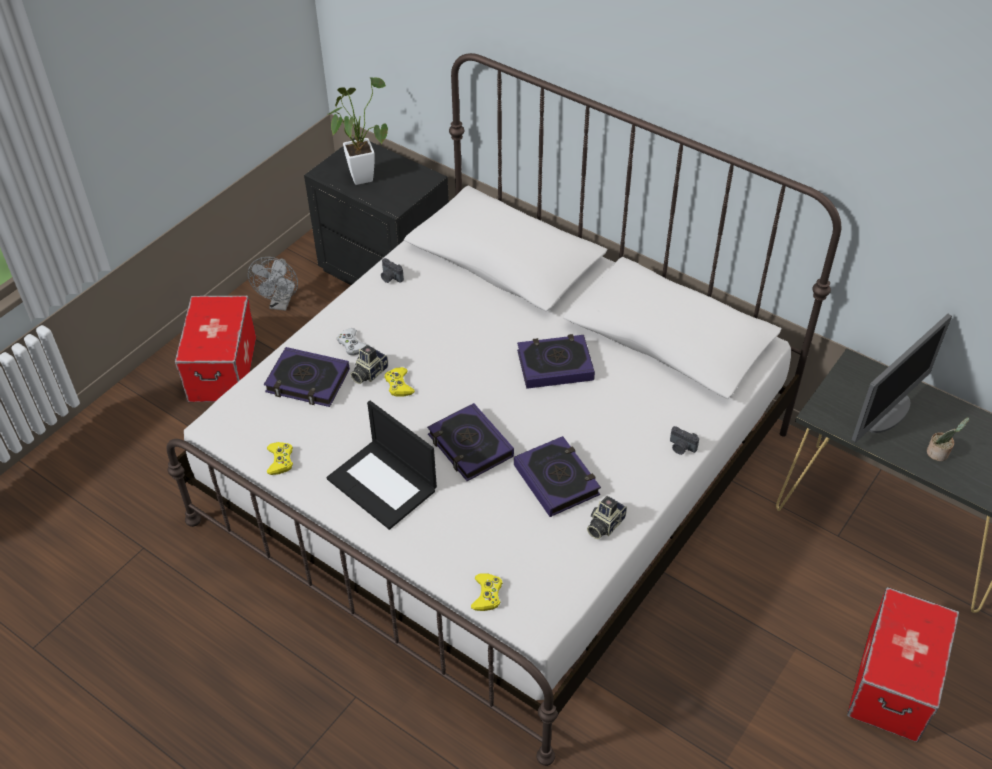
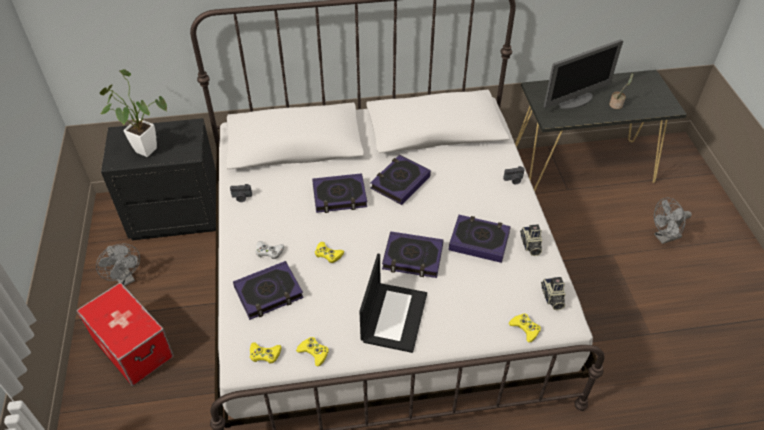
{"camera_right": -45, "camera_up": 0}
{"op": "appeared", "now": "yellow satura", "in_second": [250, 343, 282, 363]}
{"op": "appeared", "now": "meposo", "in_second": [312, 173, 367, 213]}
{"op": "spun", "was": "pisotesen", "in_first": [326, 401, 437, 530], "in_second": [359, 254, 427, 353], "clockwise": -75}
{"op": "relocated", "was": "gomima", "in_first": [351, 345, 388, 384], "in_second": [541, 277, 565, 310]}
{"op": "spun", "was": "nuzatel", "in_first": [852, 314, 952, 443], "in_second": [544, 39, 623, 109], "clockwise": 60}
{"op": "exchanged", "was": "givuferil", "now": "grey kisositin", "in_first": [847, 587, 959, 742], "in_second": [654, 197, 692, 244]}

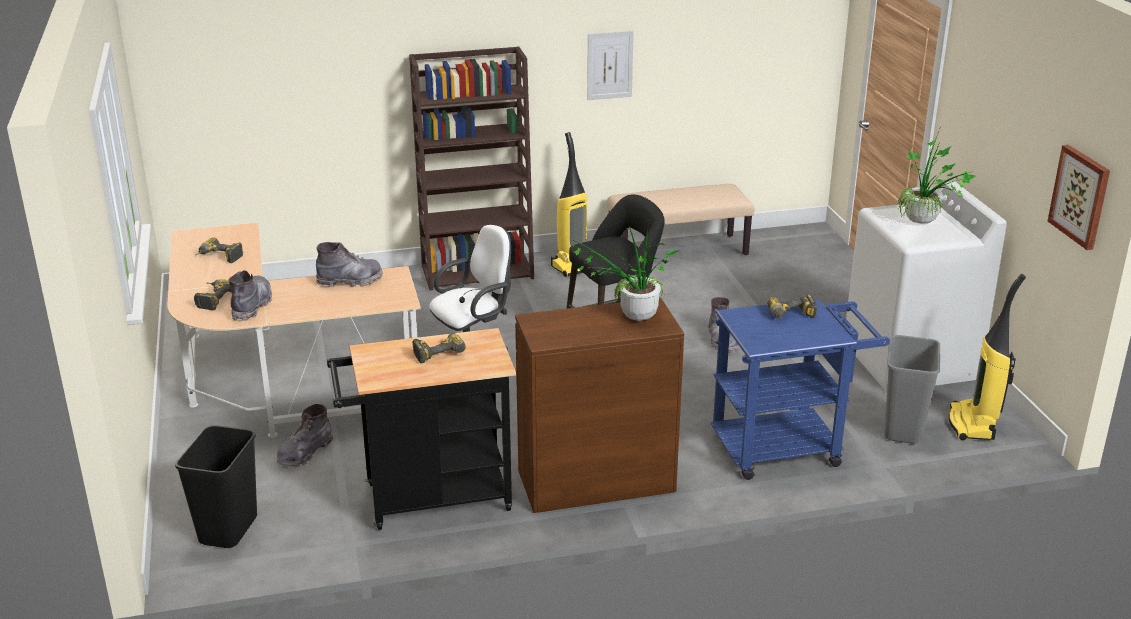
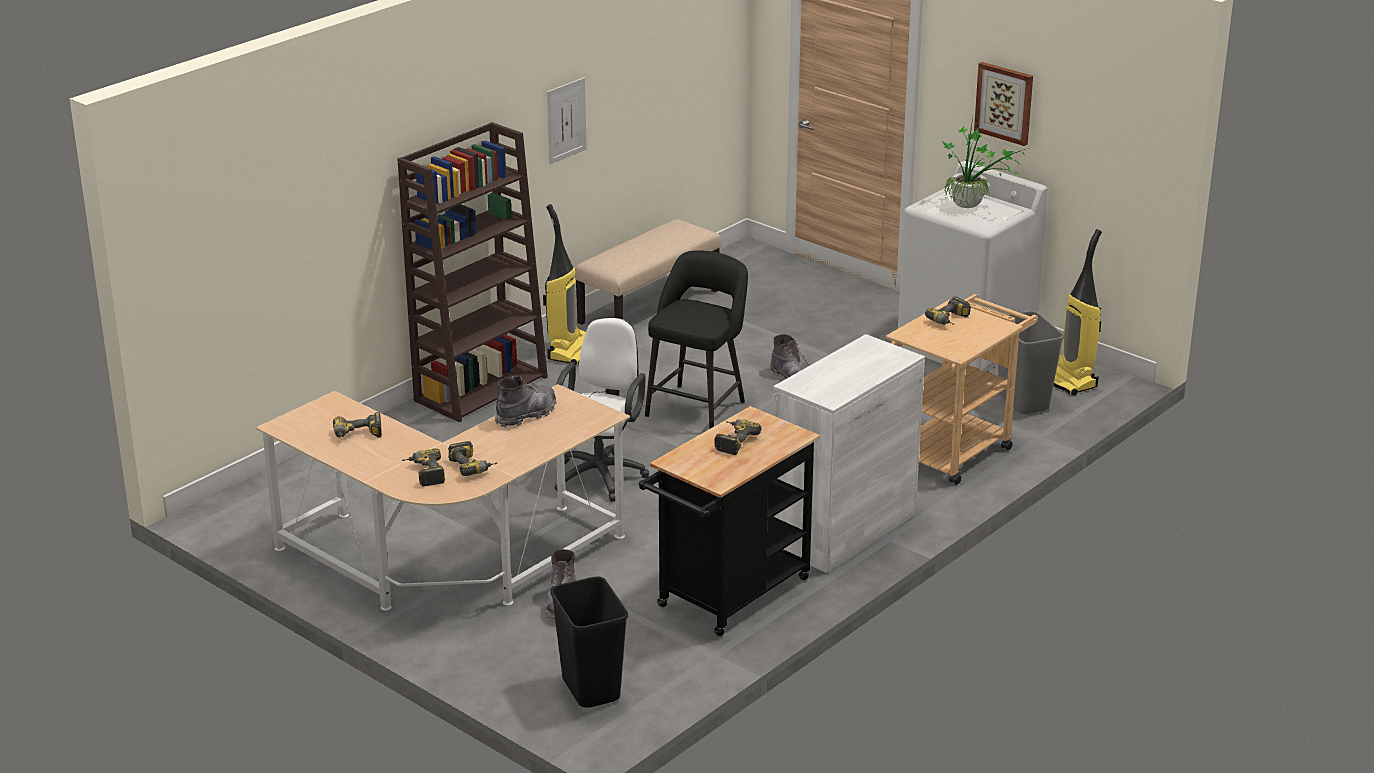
{"camera_right": -35, "camera_up": 0}
{"op": "exchanged", "was": "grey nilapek", "now": "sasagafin", "in_first": [228, 270, 272, 321], "in_second": [448, 441, 497, 476]}
{"op": "colour", "was": "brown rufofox", "now": "white rufofox", "in_first": [515, 298, 684, 513], "in_second": [773, 334, 925, 574]}
{"op": "colour", "was": "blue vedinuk", "now": "beige vedinuk", "in_first": [711, 299, 890, 480], "in_second": [886, 294, 1038, 485]}
{"op": "relocated", "was": "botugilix", "in_first": [1048, 145, 1110, 250], "in_second": [974, 62, 1033, 146]}
{"op": "missing", "was": "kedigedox", "in_first": [570, 221, 680, 321]}

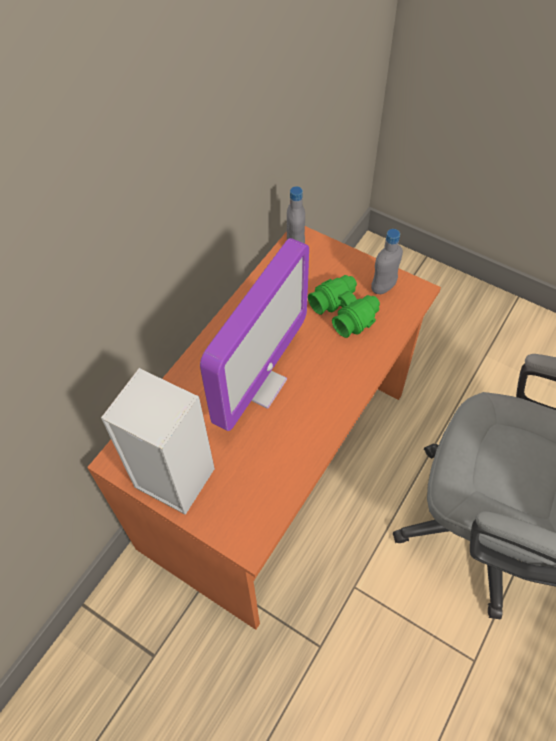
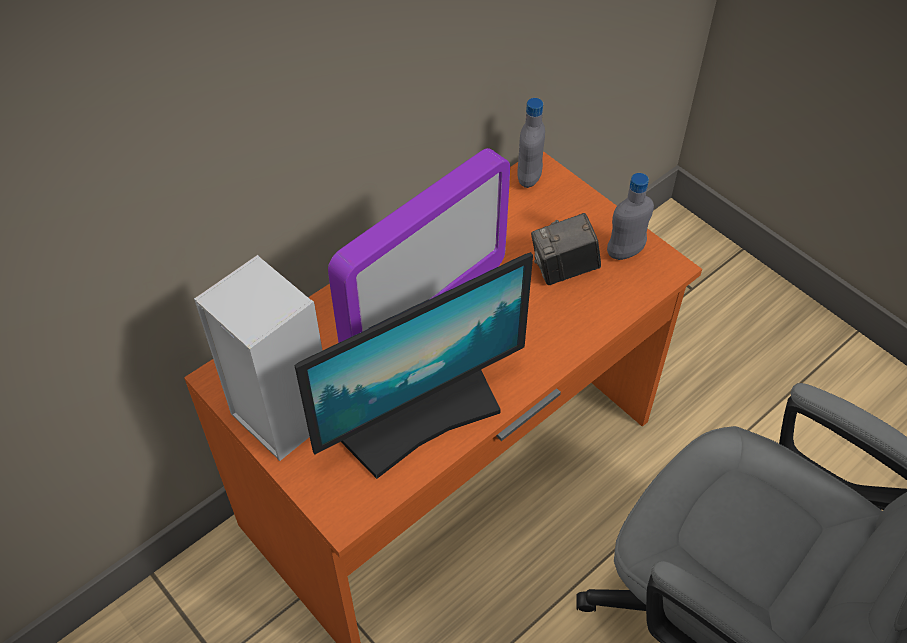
{"camera_right": 15, "camera_up": -5}
{"op": "appeared", "now": "nuzatel", "in_second": [294, 252, 533, 479]}
{"op": "exchanged", "was": "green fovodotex", "now": "gomima", "in_first": [308, 275, 380, 338], "in_second": [531, 213, 601, 285]}

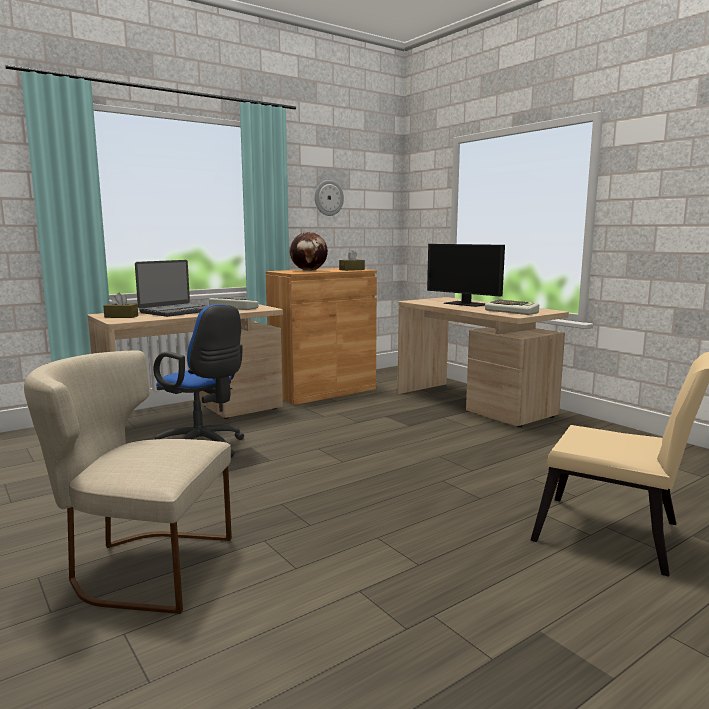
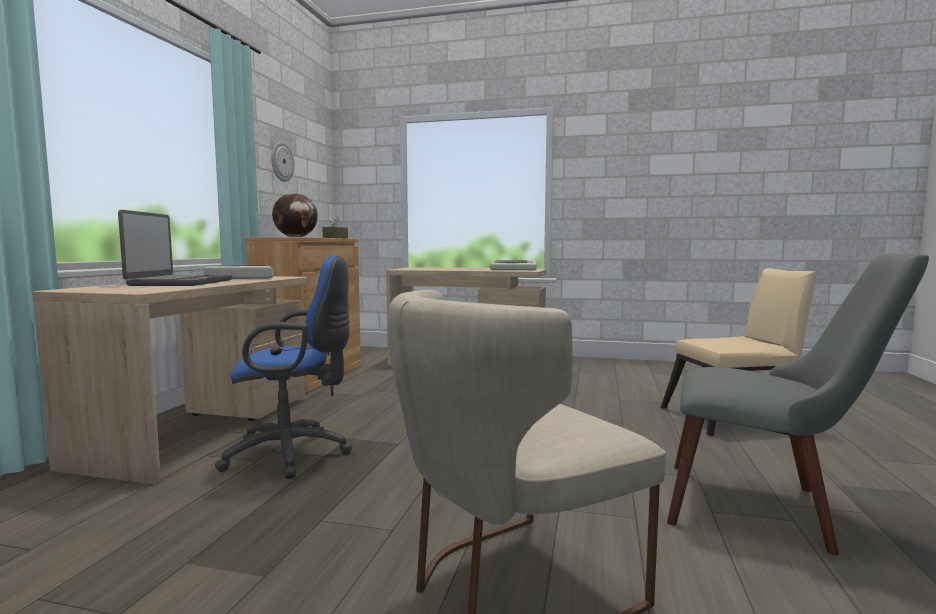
{"camera_right": -40, "camera_up": -5}
{"op": "appeared", "now": "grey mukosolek", "in_second": [667, 253, 929, 555]}
{"op": "missing", "was": "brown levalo", "in_first": [103, 293, 138, 318]}
{"op": "missing", "was": "nuzatel", "in_first": [427, 244, 505, 307]}

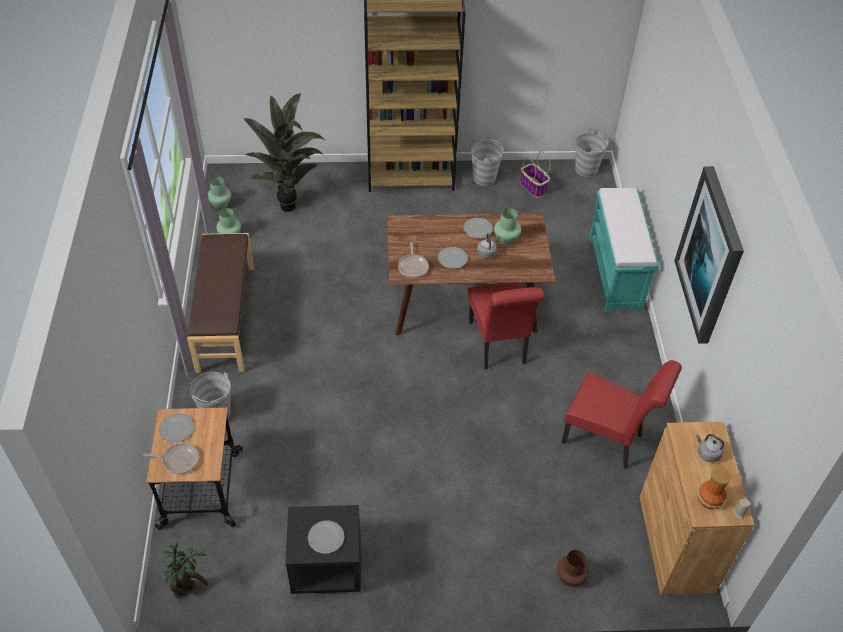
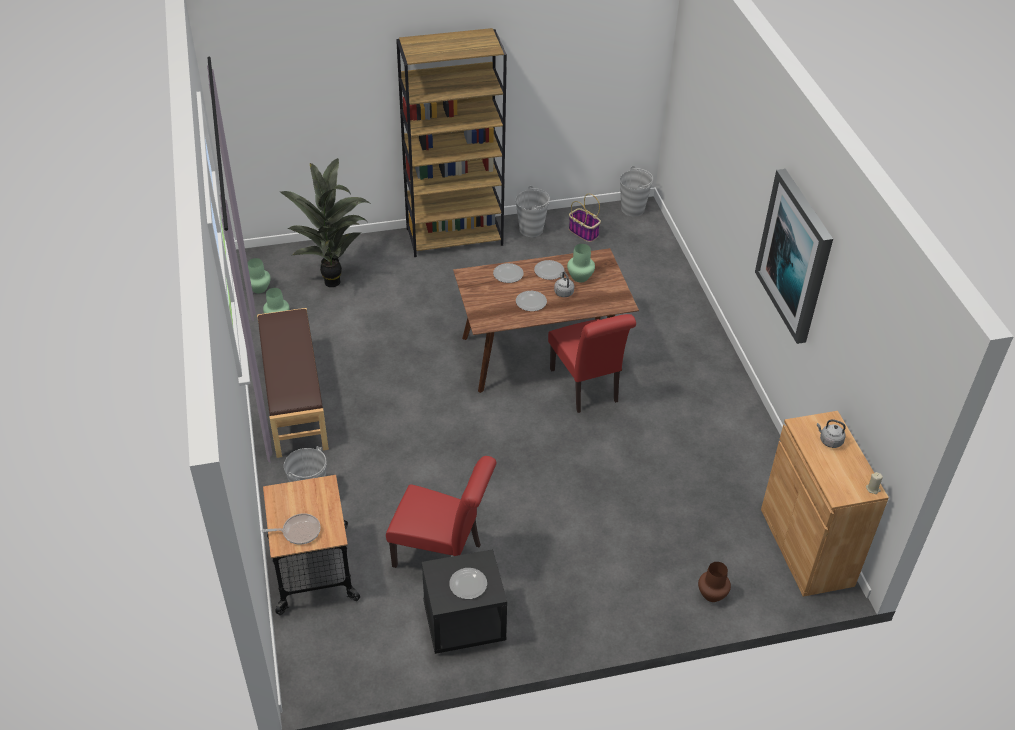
{"camera_right": -10, "camera_up": -5}
{"op": "relocated", "was": "red mukosolek", "in_first": [562, 360, 682, 469], "in_second": [386, 456, 497, 568]}
{"op": "relocated", "was": "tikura", "in_first": [159, 413, 194, 442], "in_second": [493, 263, 524, 283]}
{"op": "missing", "was": "kedigedox", "in_first": [163, 542, 208, 599]}
{"op": "missing", "was": "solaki", "in_first": [398, 242, 429, 278]}
{"op": "missing", "was": "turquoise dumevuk", "in_first": [589, 188, 659, 312]}
{"op": "missing", "was": "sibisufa", "in_first": [698, 467, 732, 510]}

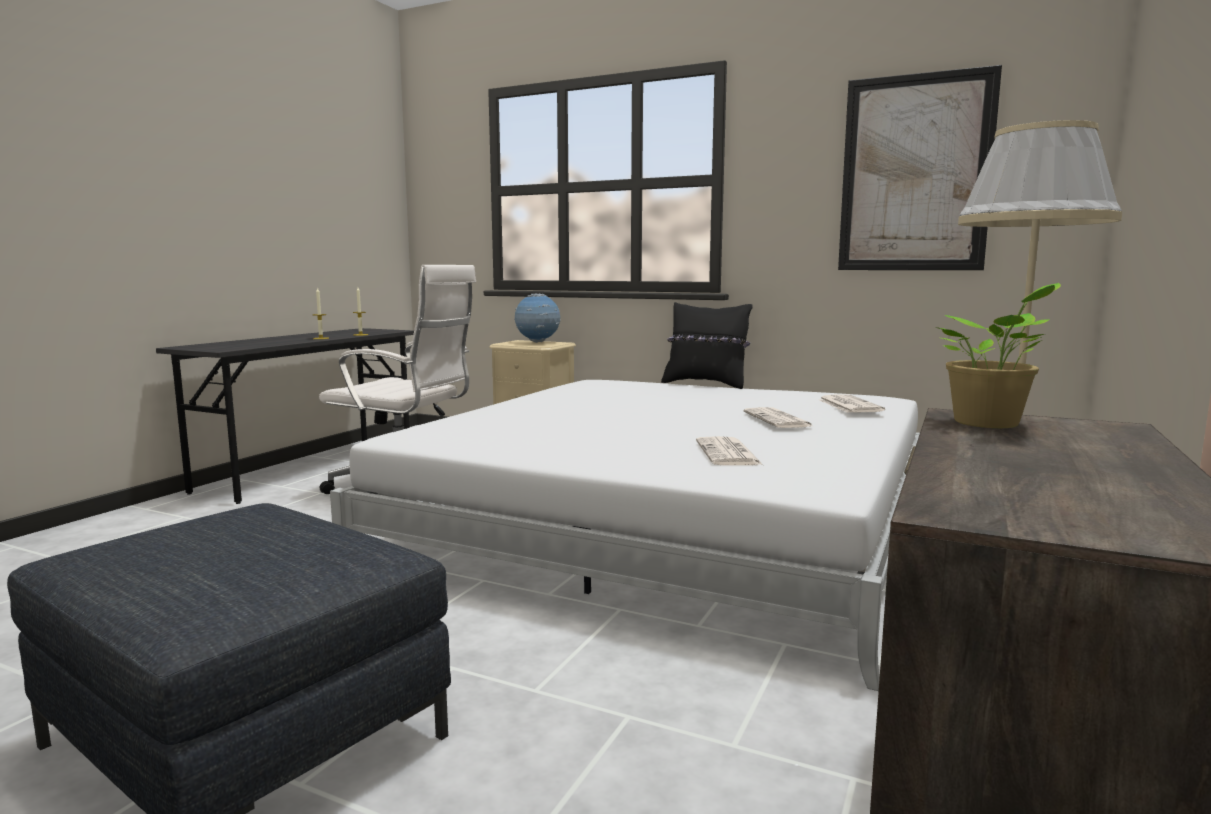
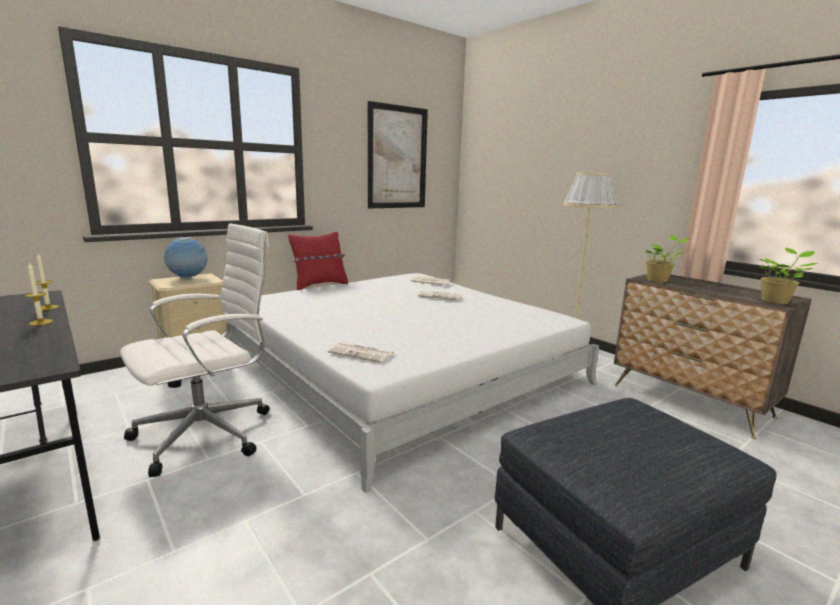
{"camera_right": -65, "camera_up": 5}
{"op": "colour", "was": "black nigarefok", "now": "red nigarefok", "in_first": [661, 302, 753, 389], "in_second": [288, 232, 348, 290]}
{"op": "relocated", "was": "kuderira", "in_first": [696, 436, 763, 465], "in_second": [327, 342, 395, 363]}
{"op": "appeared", "now": "kedigedox", "in_second": [759, 248, 818, 304]}

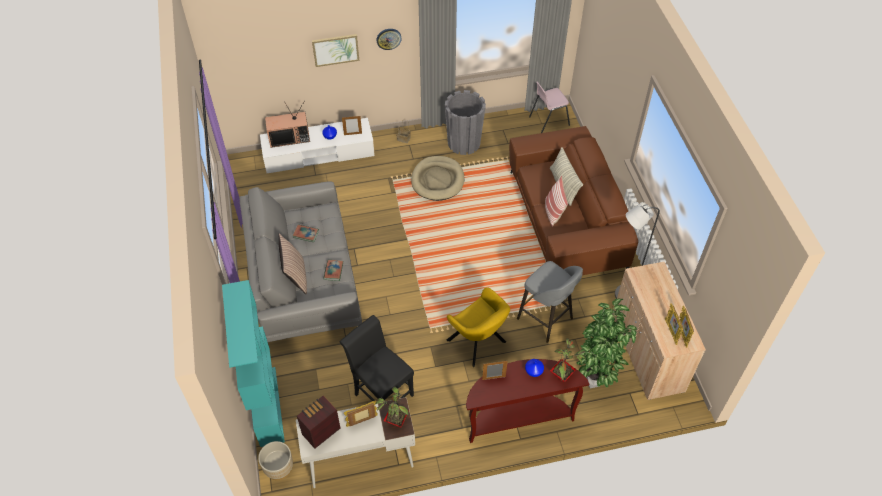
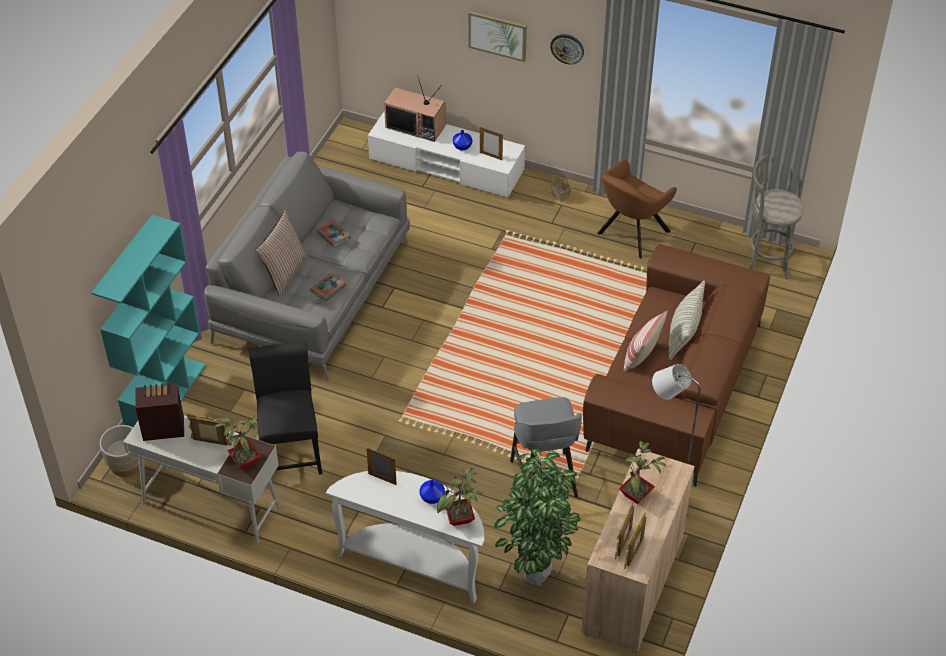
{"camera_right": 35, "camera_up": -5}
{"op": "colour", "was": "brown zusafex", "now": "white zusafex", "in_first": [466, 359, 589, 443], "in_second": [326, 471, 484, 604]}
{"op": "exchanged", "was": "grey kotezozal", "now": "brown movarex", "in_first": [445, 90, 486, 155], "in_second": [597, 160, 677, 258]}
{"op": "appeared", "now": "kedigedox", "in_second": [619, 441, 666, 504]}
{"op": "exchanged", "was": "pink mukosolek", "now": "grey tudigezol", "in_first": [529, 82, 570, 133], "in_second": [749, 154, 804, 279]}
{"op": "missing", "was": "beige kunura", "in_first": [411, 156, 464, 201]}
{"op": "missing", "was": "yellow movarex", "in_first": [446, 287, 510, 367]}

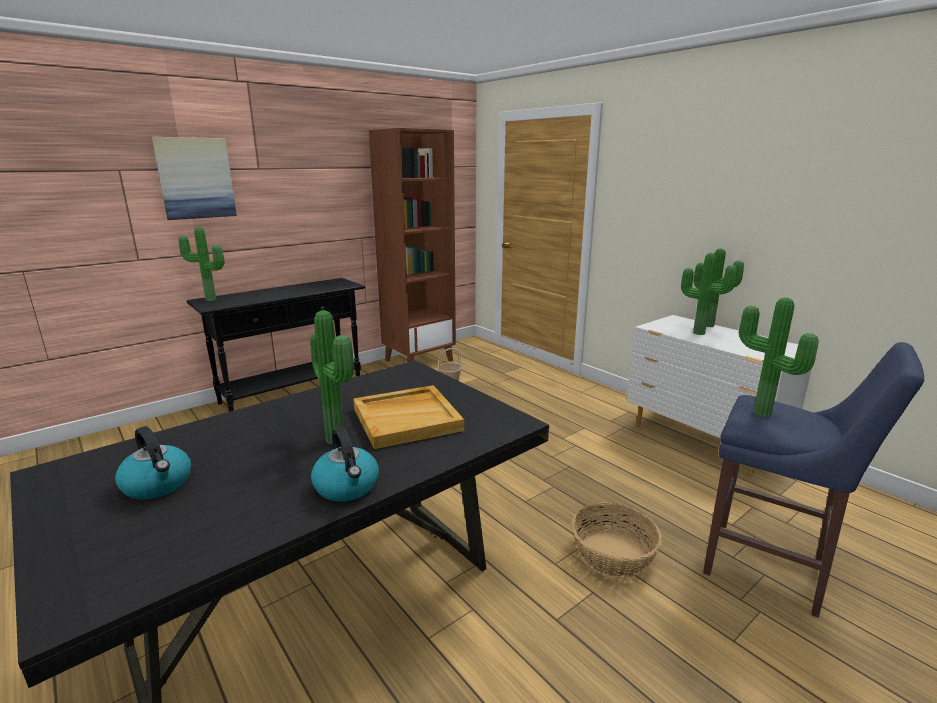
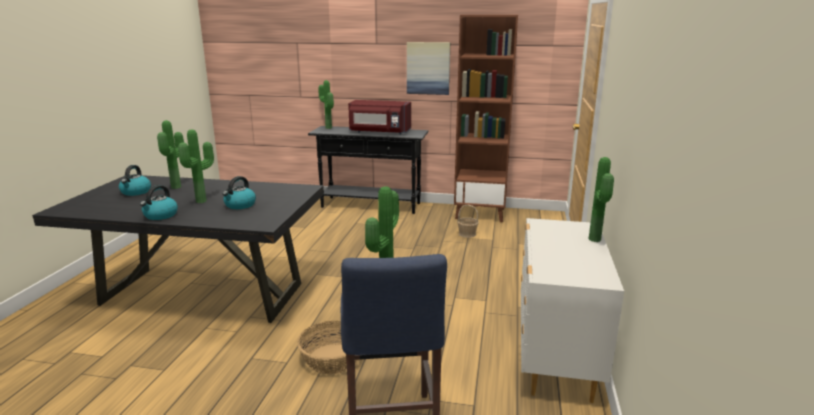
{"camera_right": 50, "camera_up": 0}
{"op": "relocated", "was": "kedigedox", "in_first": [681, 253, 737, 335], "in_second": [157, 120, 184, 189]}
{"op": "exchanged", "was": "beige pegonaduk", "now": "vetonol", "in_first": [353, 385, 464, 449], "in_second": [223, 176, 256, 209]}
{"op": "appeared", "now": "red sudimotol", "in_second": [348, 100, 411, 134]}
{"op": "relocated", "was": "botugilix", "in_first": [152, 137, 237, 220], "in_second": [407, 42, 450, 95]}

